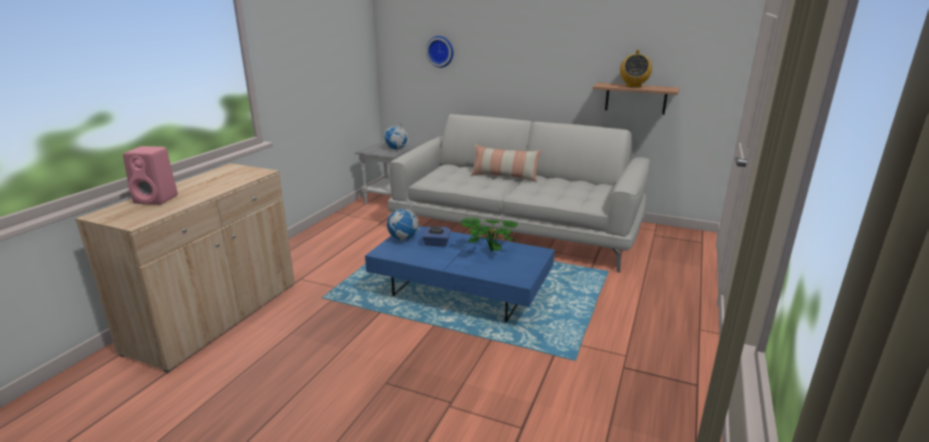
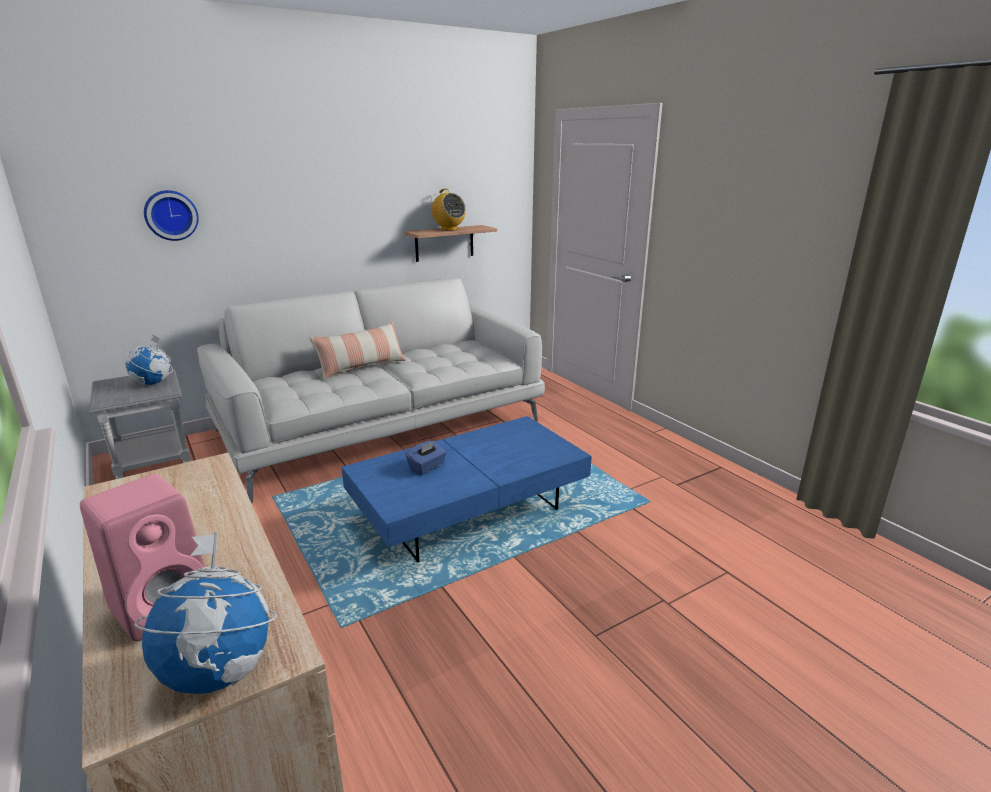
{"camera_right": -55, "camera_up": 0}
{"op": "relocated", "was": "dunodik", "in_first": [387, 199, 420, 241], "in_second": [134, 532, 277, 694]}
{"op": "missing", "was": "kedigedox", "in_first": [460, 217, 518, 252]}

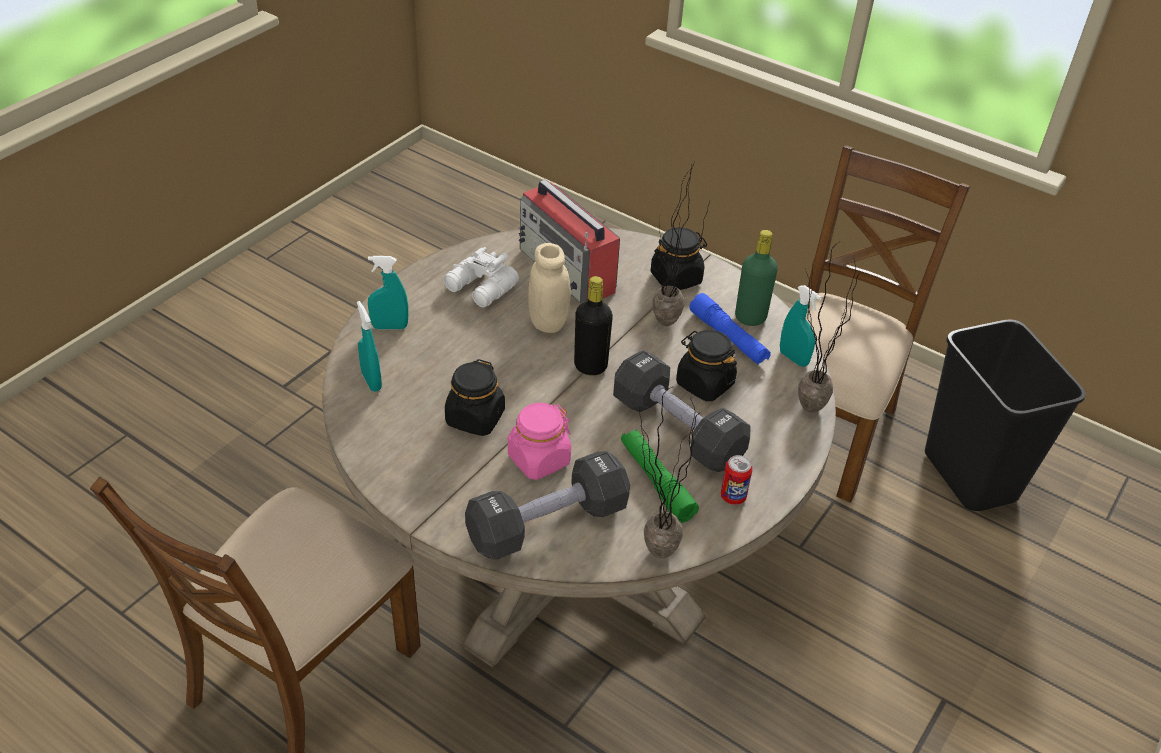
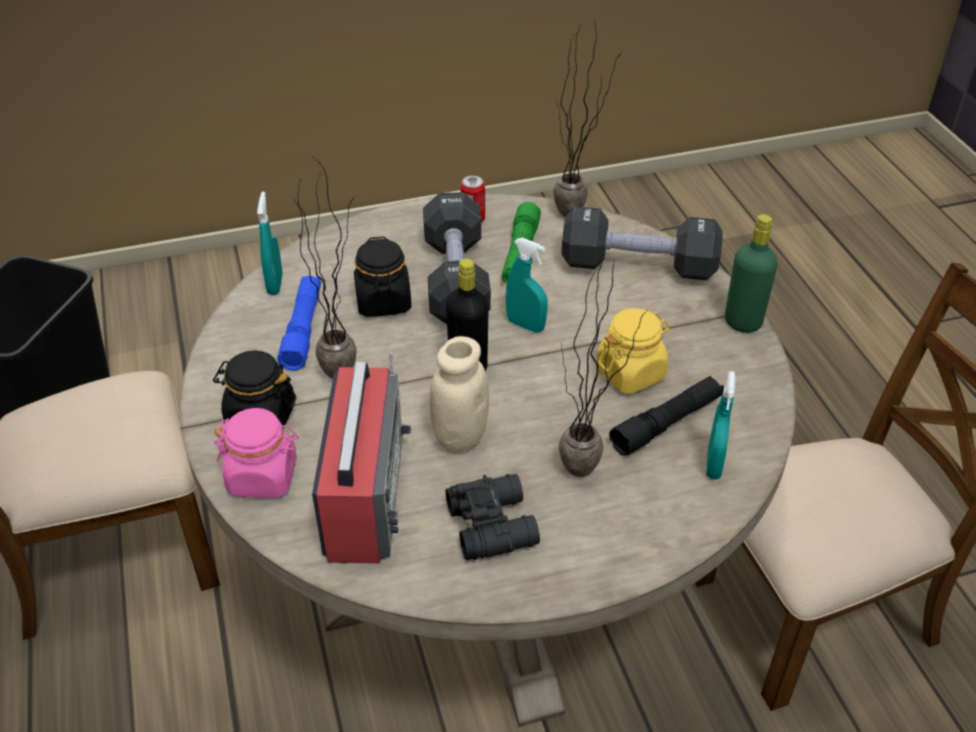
{"camera_right": -140, "camera_up": 0}
{"op": "relocated", "was": "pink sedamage", "in_first": [507, 403, 571, 480], "in_second": [214, 408, 299, 498]}
{"op": "colour", "was": "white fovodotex", "now": "black fovodotex", "in_first": [443, 247, 519, 307], "in_second": [446, 474, 540, 560]}
{"op": "relocated", "was": "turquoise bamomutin", "in_first": [368, 256, 409, 329], "in_second": [505, 238, 548, 332]}
{"op": "relocated", "was": "kedigedox", "in_first": [798, 241, 860, 413], "in_second": [559, 261, 647, 477]}
{"op": "colour", "was": "black sedamage", "now": "yellow sedamage", "in_first": [445, 359, 505, 436], "in_second": [596, 308, 670, 394]}
{"op": "appeared", "now": "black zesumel", "in_second": [609, 376, 724, 456]}
{"op": "relocated", "was": "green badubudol", "in_first": [735, 230, 778, 326], "in_second": [725, 214, 778, 333]}

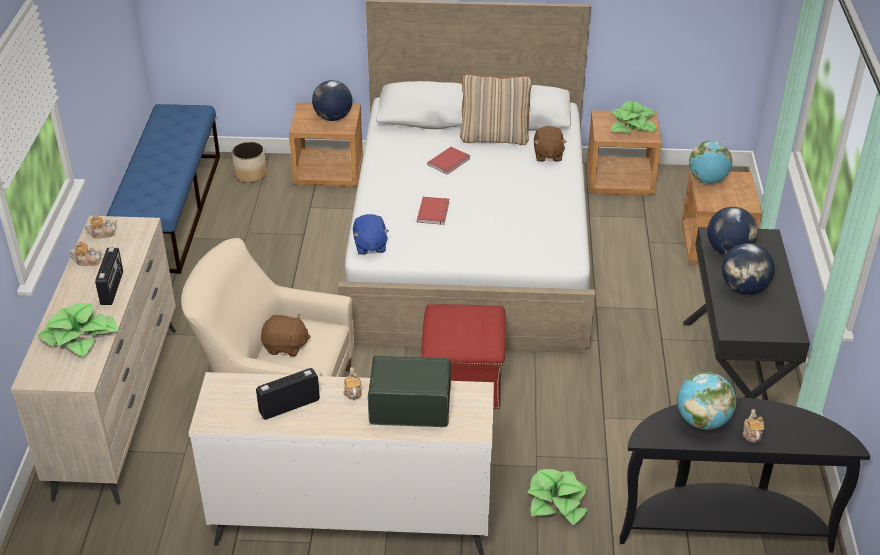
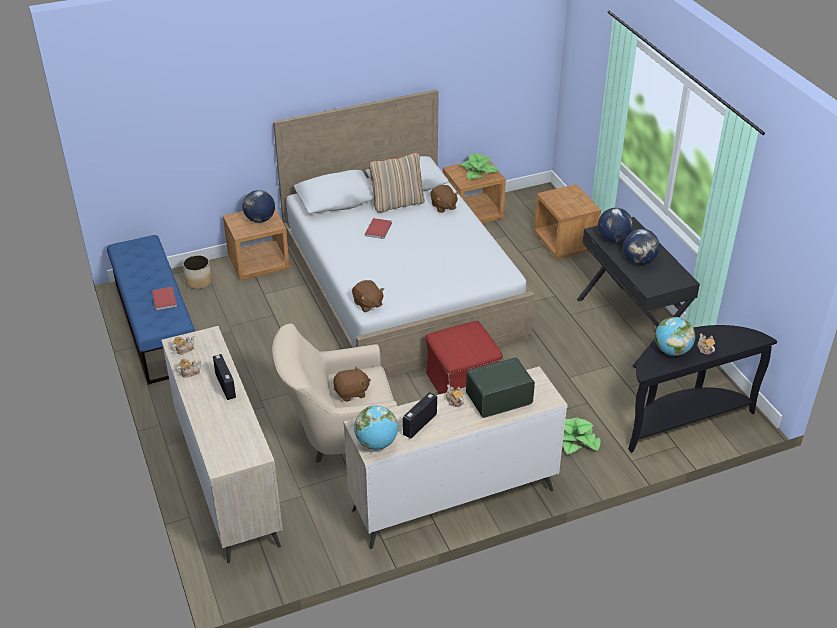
{"camera_right": -25, "camera_up": 0}
{"op": "relocated", "was": "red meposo", "in_first": [417, 197, 449, 225], "in_second": [152, 287, 177, 310]}
{"op": "colour", "was": "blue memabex", "now": "brown memabex", "in_first": [353, 214, 389, 255], "in_second": [352, 280, 384, 312]}
{"op": "relocated", "was": "dunodik", "in_first": [689, 141, 732, 184], "in_second": [354, 406, 398, 450]}
{"op": "missing", "was": "kedigedox", "in_first": [38, 303, 118, 357]}

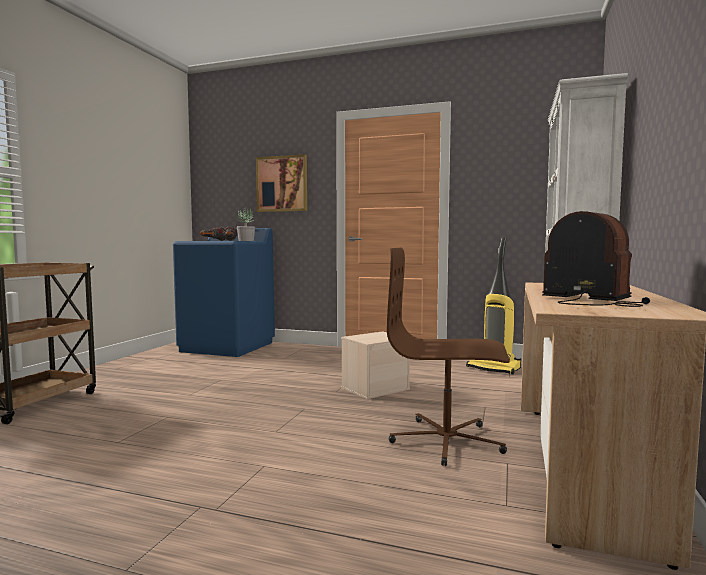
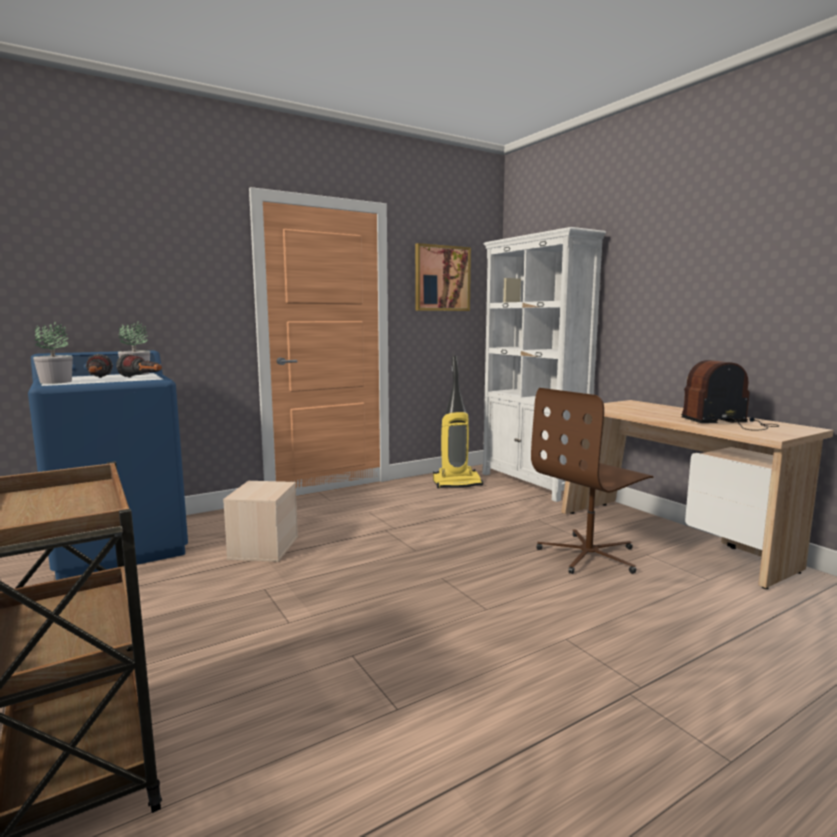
{"camera_right": -50, "camera_up": 5}
{"op": "appeared", "now": "kedigedox", "in_second": [33, 322, 73, 384]}
{"op": "relocated", "was": "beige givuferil", "in_first": [341, 331, 410, 399], "in_second": [223, 481, 298, 562]}
{"op": "relocated", "was": "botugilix", "in_first": [256, 154, 307, 212], "in_second": [415, 243, 471, 311]}

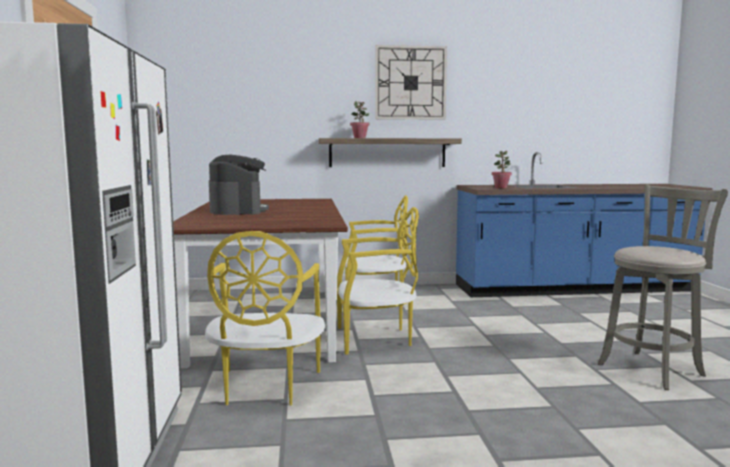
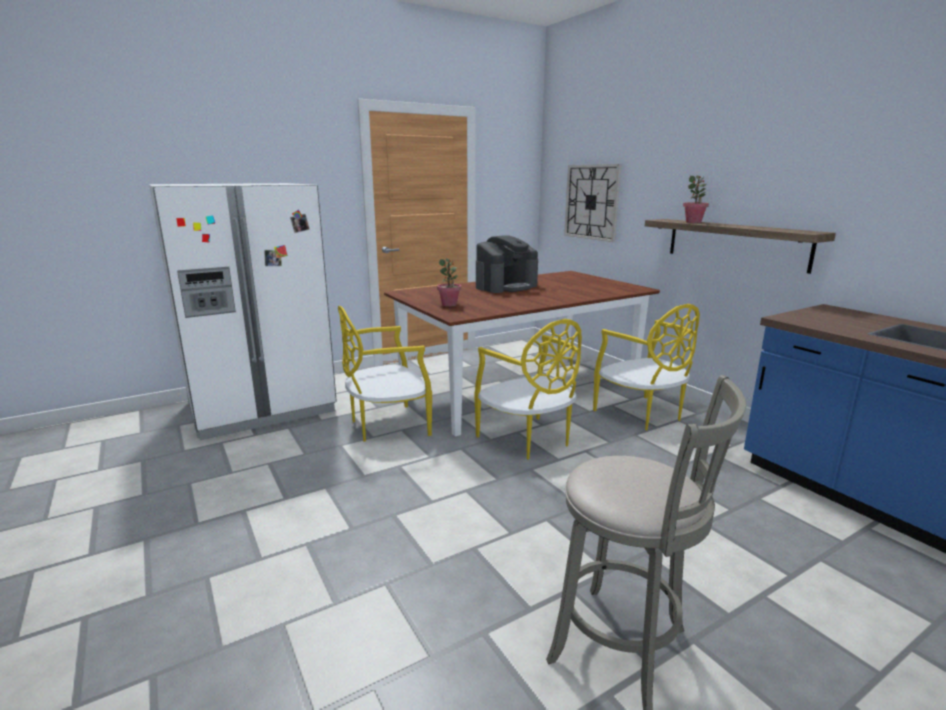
{"camera_right": 65, "camera_up": 10}
{"op": "relocated", "was": "kedigedox", "in_first": [492, 151, 512, 188], "in_second": [437, 258, 461, 307]}
{"op": "relocated", "was": "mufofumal", "in_first": [375, 45, 447, 120], "in_second": [564, 164, 621, 242]}

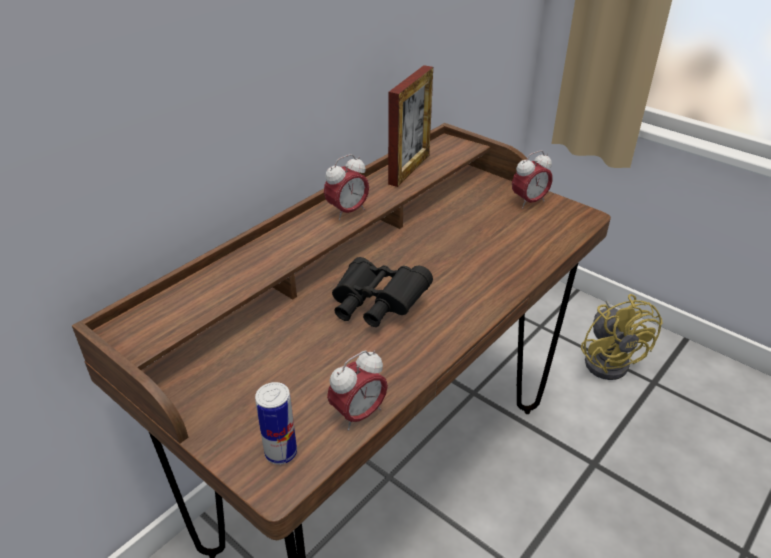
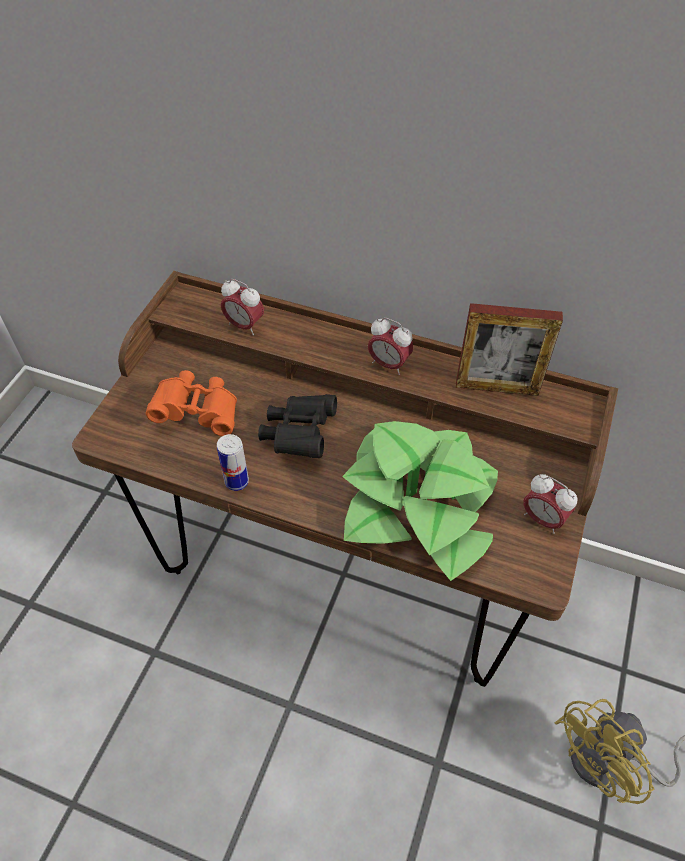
{"camera_right": 70, "camera_up": 15}
{"op": "appeared", "now": "orange fovodotex", "in_second": [146, 370, 237, 436]}
{"op": "relocated", "was": "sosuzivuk", "in_first": [255, 382, 297, 465], "in_second": [217, 434, 249, 491]}
{"op": "relocated", "was": "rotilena", "in_first": [327, 350, 388, 431], "in_second": [221, 279, 264, 335]}
{"op": "appeared", "now": "kedigedox", "in_second": [342, 421, 498, 581]}

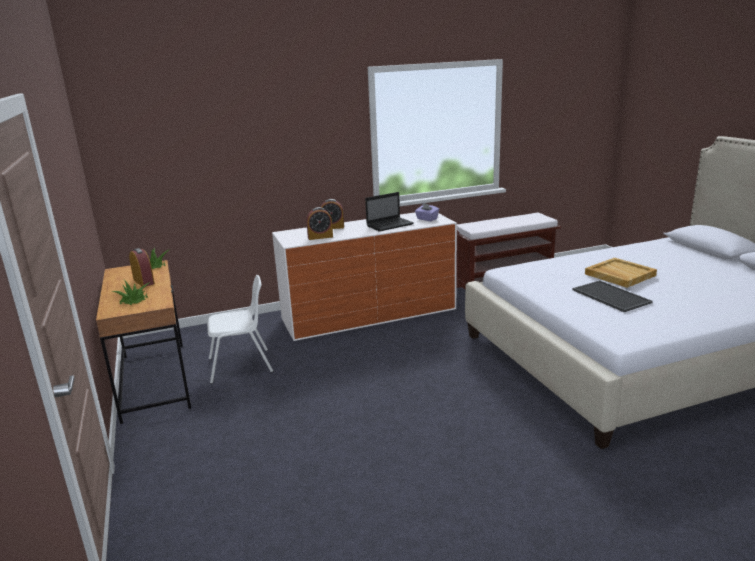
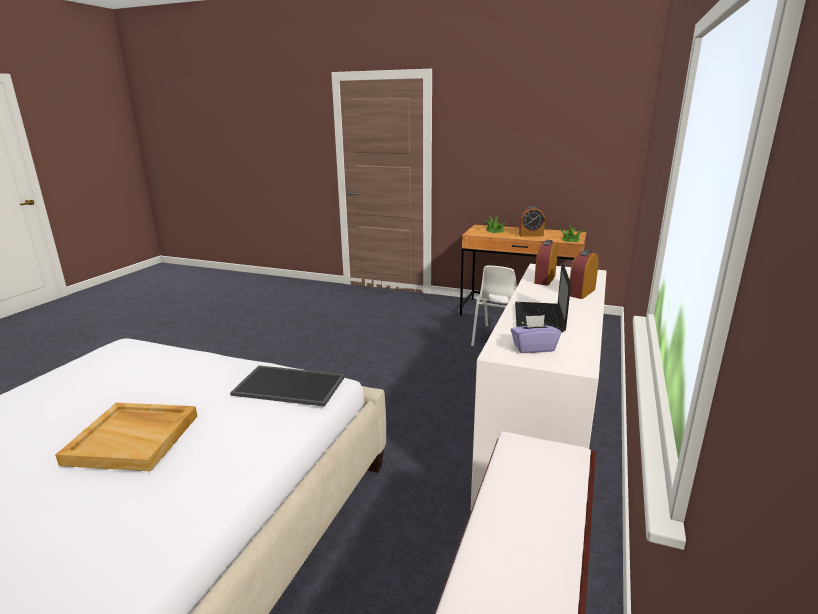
{"camera_right": 130, "camera_up": 0}
{"op": "relocated", "was": "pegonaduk", "in_first": [572, 280, 653, 312], "in_second": [230, 365, 345, 407]}

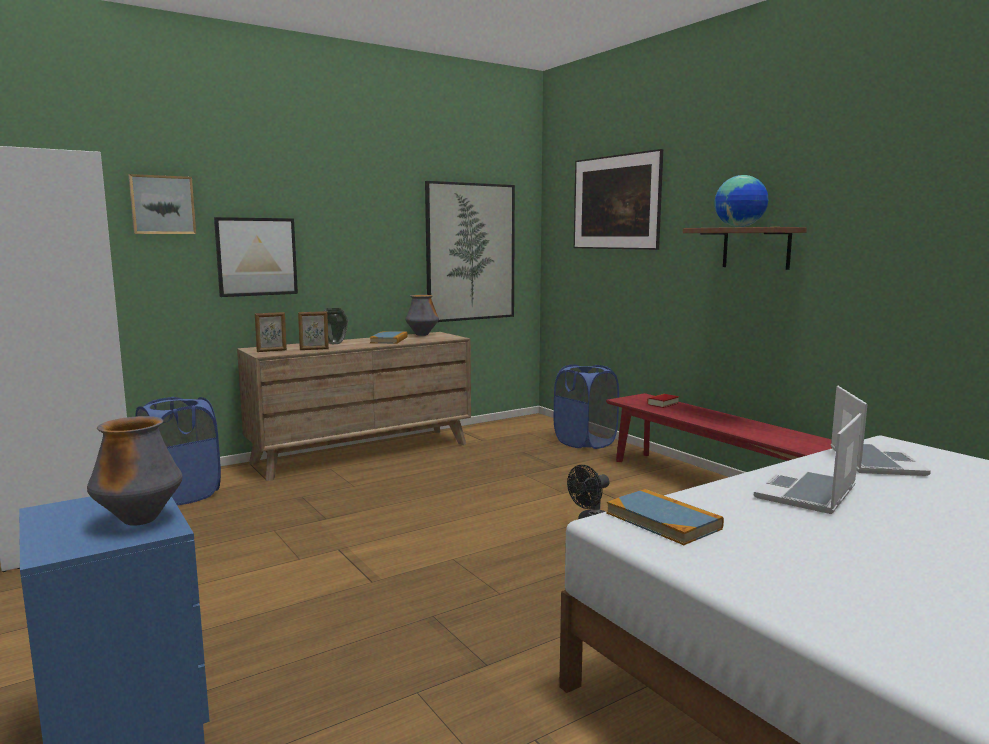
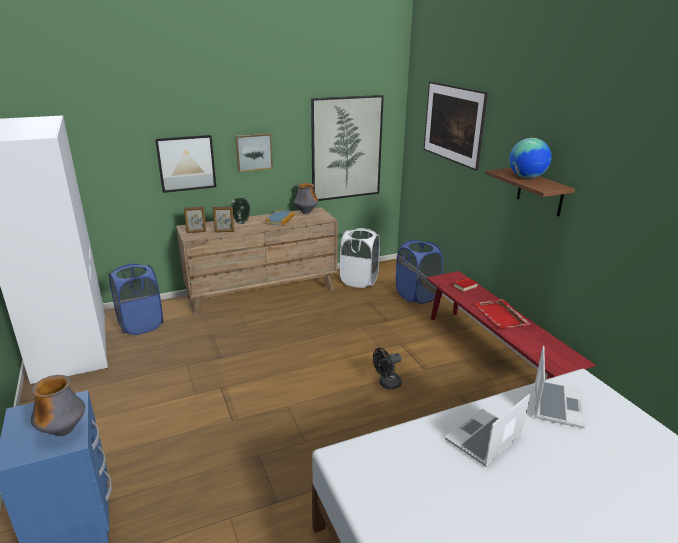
{"camera_right": 10, "camera_up": 15}
{"op": "relocated", "was": "botugilix", "in_first": [129, 174, 196, 234], "in_second": [235, 133, 273, 172]}
{"op": "appeared", "now": "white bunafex", "in_second": [340, 228, 380, 288]}
{"op": "appeared", "now": "red pegonaduk", "in_second": [474, 299, 531, 329]}
{"op": "missing", "was": "meposo", "in_first": [606, 489, 724, 545]}

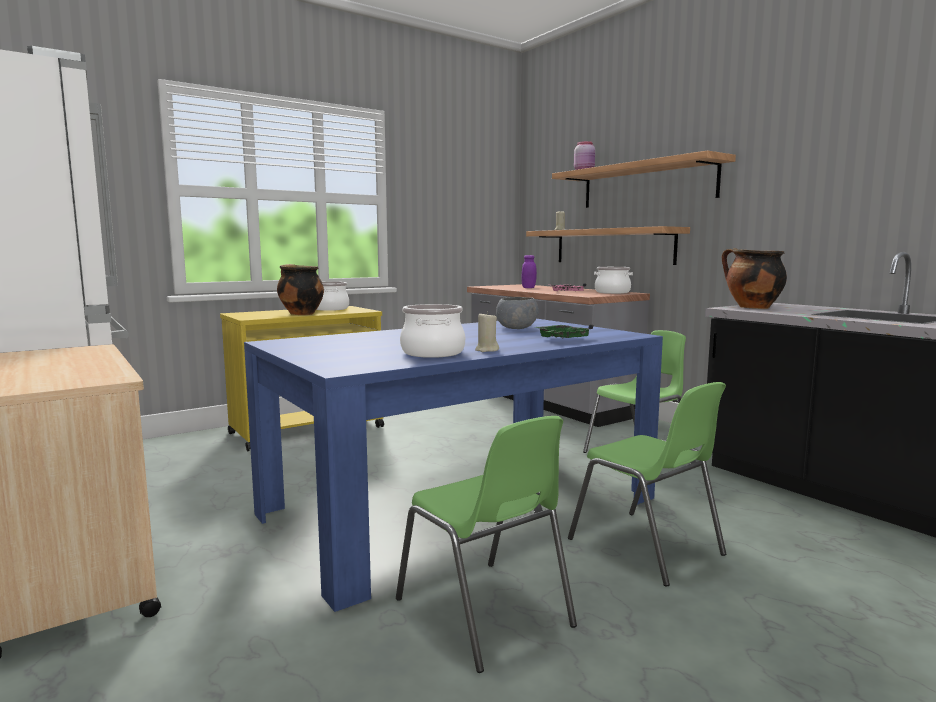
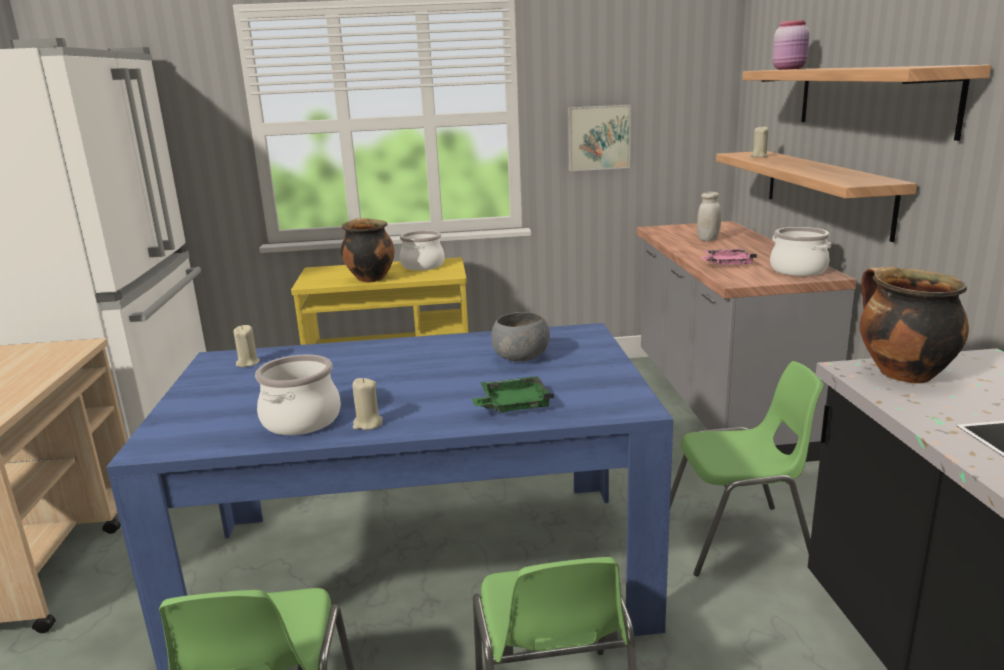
{"camera_right": 30, "camera_up": 10}
{"op": "appeared", "now": "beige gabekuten", "in_second": [233, 325, 260, 367]}
{"op": "appeared", "now": "botugilix", "in_second": [568, 105, 631, 171]}
{"op": "colour", "was": "purple sedamage", "now": "white sedamage", "in_first": [522, 255, 537, 288], "in_second": [697, 192, 721, 241]}

